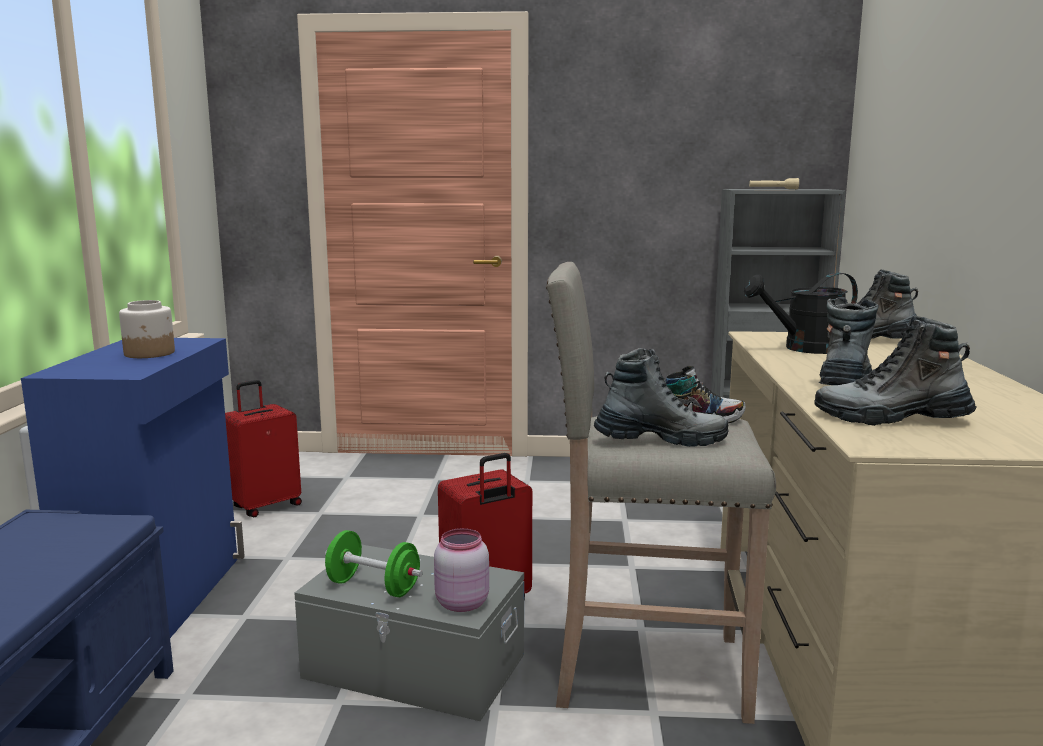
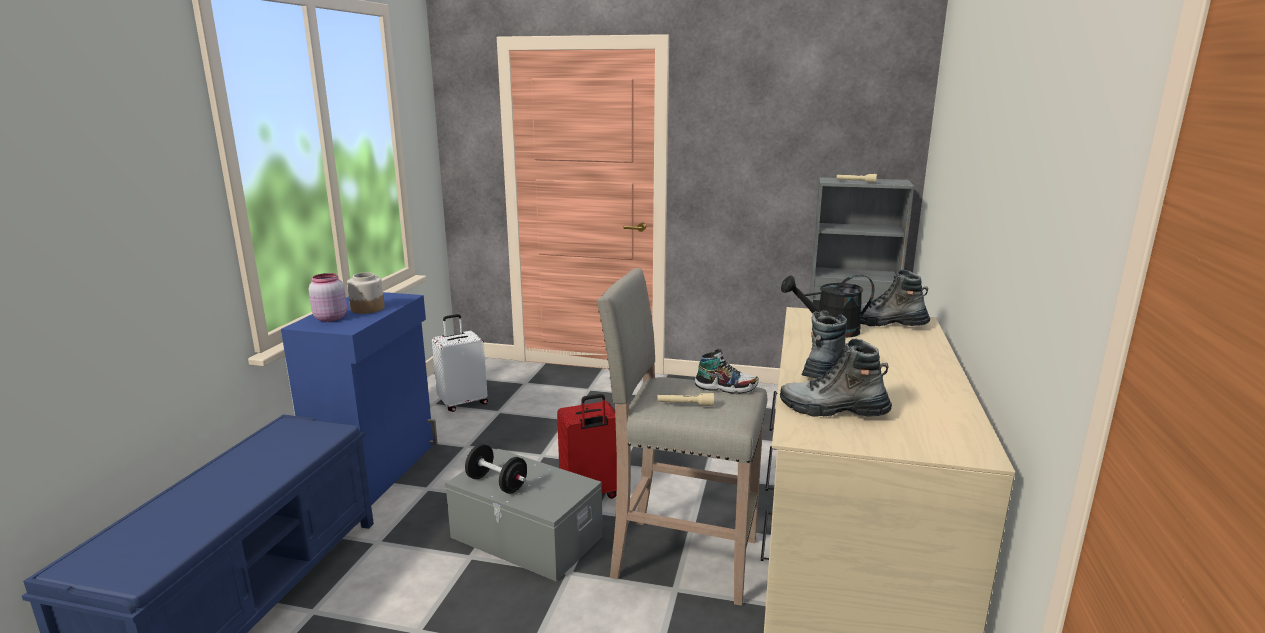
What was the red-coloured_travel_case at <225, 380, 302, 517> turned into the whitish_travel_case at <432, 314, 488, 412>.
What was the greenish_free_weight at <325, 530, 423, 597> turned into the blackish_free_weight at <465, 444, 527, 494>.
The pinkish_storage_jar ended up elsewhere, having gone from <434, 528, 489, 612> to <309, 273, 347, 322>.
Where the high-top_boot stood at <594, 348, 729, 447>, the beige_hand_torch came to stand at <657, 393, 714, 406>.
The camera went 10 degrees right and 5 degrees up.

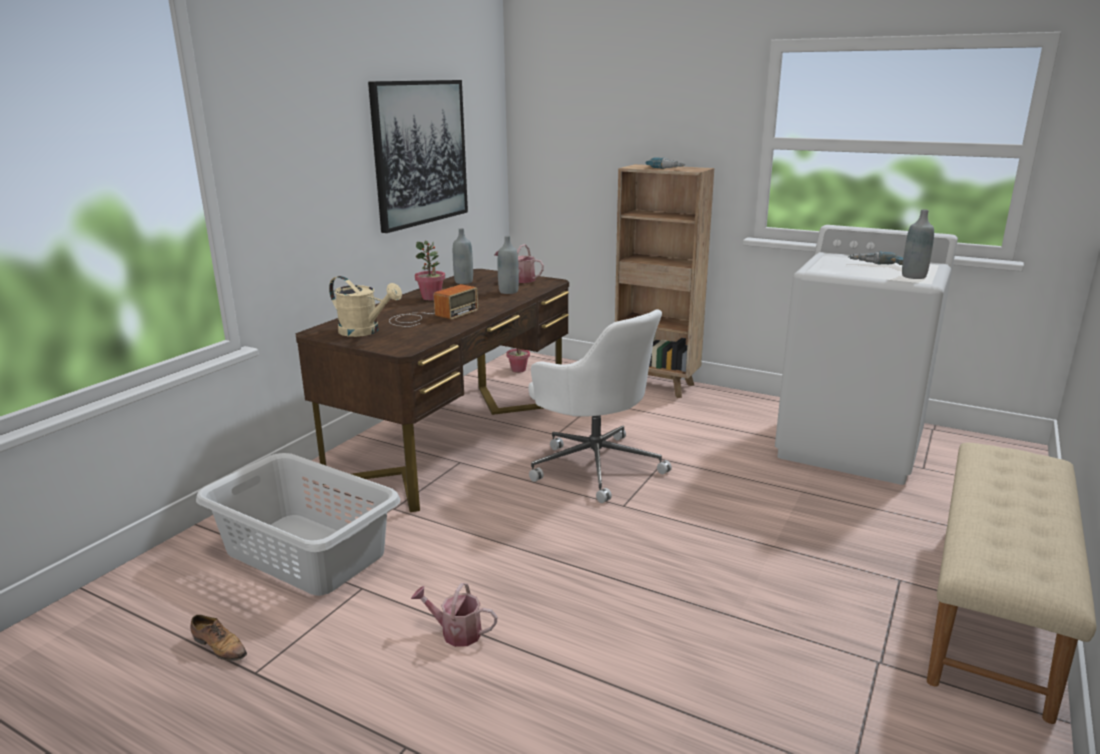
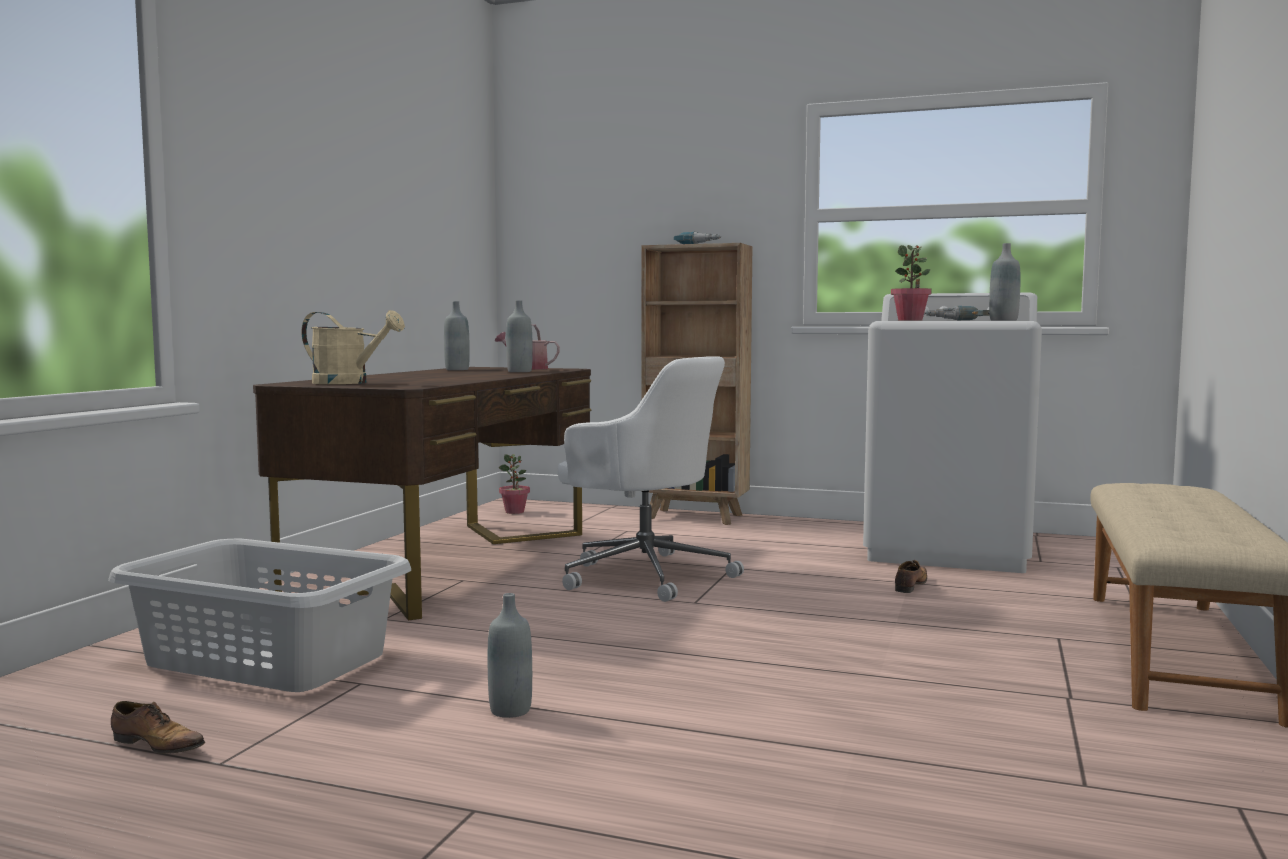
The second view lost the wall_art at <368, 80, 468, 233>.
The second view lost the radio_set at <389, 284, 478, 327>.
Where the watering_pot stood at <411, 583, 497, 647>, the grey_bottle came to stand at <487, 593, 532, 718>.
The plant_in_a_pot ended up elsewhere, having gone from <415, 241, 445, 300> to <891, 245, 932, 321>.
The second view gained the shoe at <895, 560, 927, 593>.
The camera went 10 degrees left and 15 degrees down.

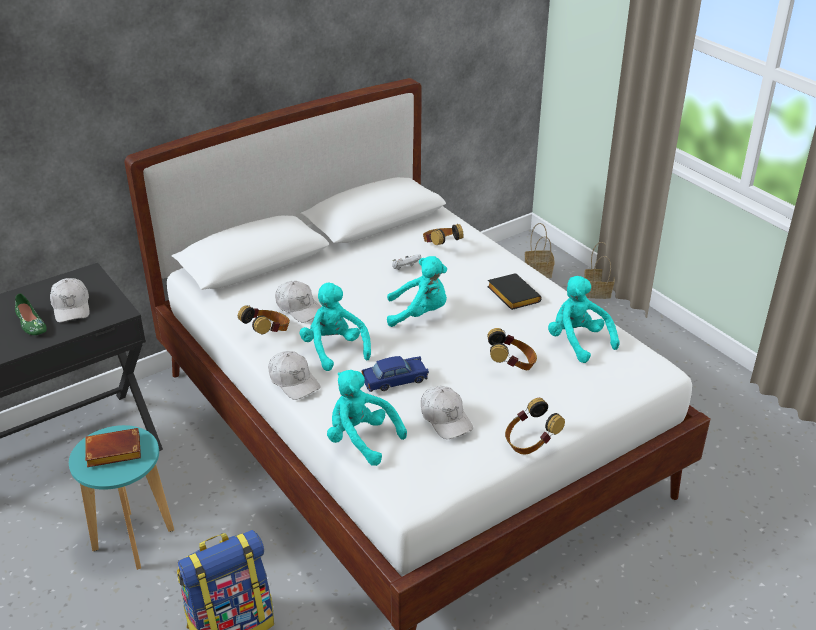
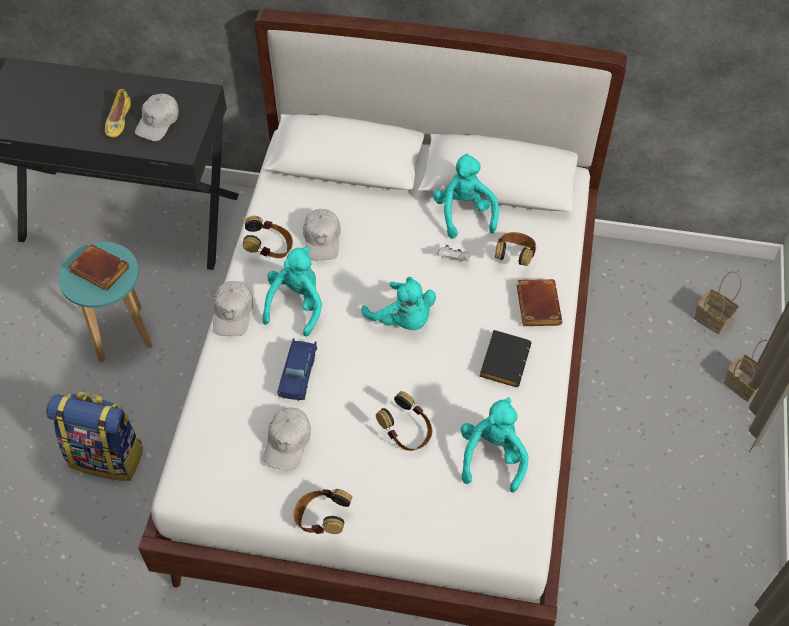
What was the greenish_shoe at <15, 294, 47, 335> turned into the yellow-coloured_shoe at <105, 89, 131, 137>.
The turquoise-coloured_plush_toy ended up elsewhere, having gone from <327, 370, 407, 466> to <433, 153, 499, 239>.
The blue_toy_car at <361, 356, 429, 392> ended up facing another way, 75 degrees clockwise from before.
The second view gained the brown-coloured_bound_book at <517, 279, 562, 326>.
The camera went 45 degrees right and 20 degrees up.

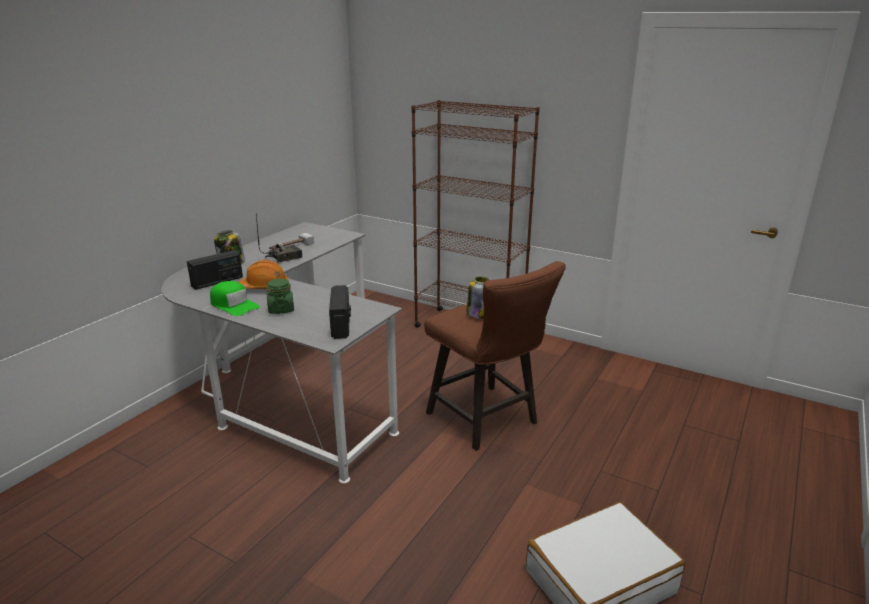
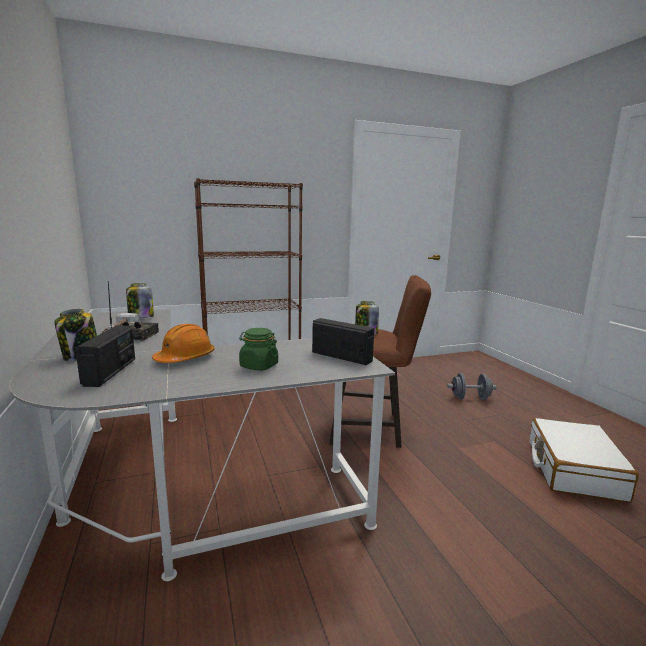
The second view lost the greenish_cap at <210, 281, 260, 316>.
The second view gained the storage_jar at <126, 283, 154, 318>.
The second view gained the grey_free_weight at <447, 373, 497, 400>.
The camera went 50 degrees left and 10 degrees down.

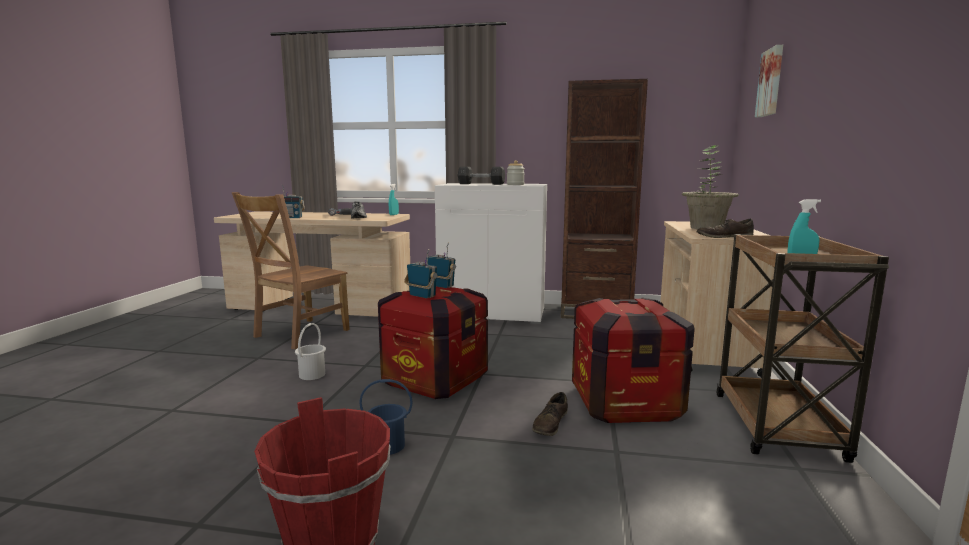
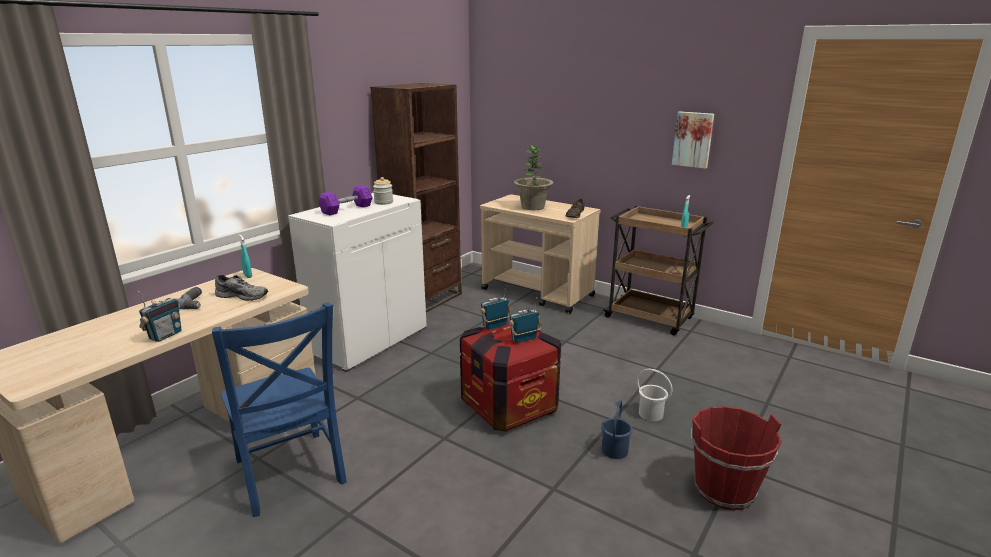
What was the brown-coloured_chair at <232, 192, 350, 349> turned into the blue_chair at <212, 302, 347, 517>.
The whitish_bucket ended up elsewhere, having gone from <295, 323, 326, 380> to <637, 369, 672, 421>.
What was the grey_free_weight at <457, 167, 505, 185> turned into the purple_free_weight at <319, 185, 373, 215>.
The second view lost the brown-coloured_shoe at <532, 392, 568, 436>.
The second view lost the shipping_crate at <572, 298, 695, 423>.
The wall_art ended up elsewhere, having gone from <755, 45, 783, 117> to <672, 111, 714, 169>.
The camera went 65 degrees left and 10 degrees up.

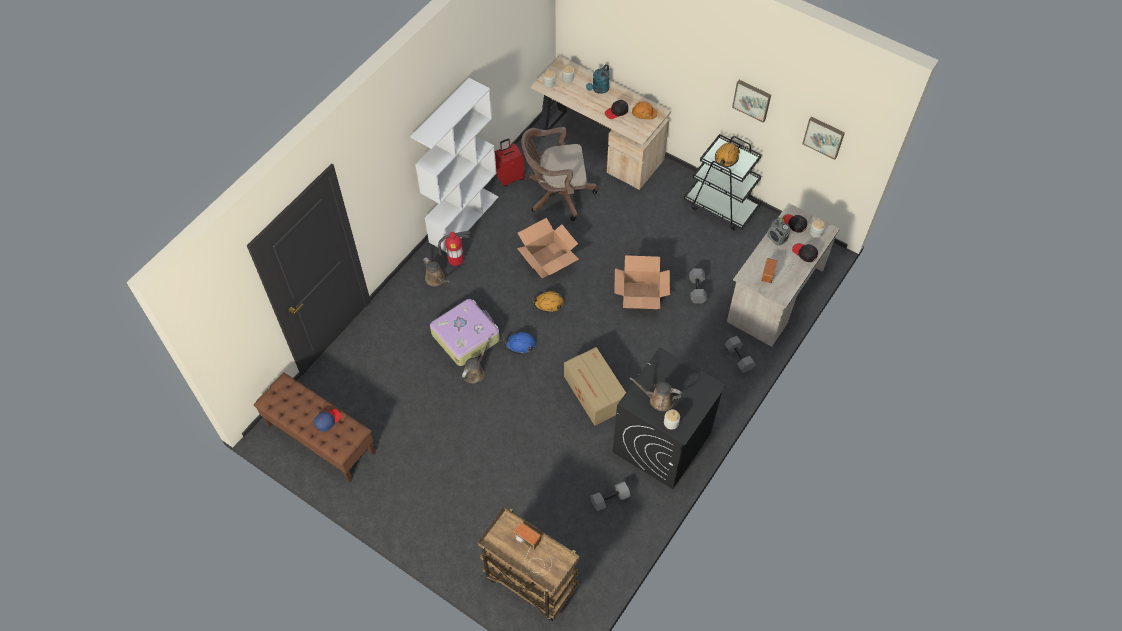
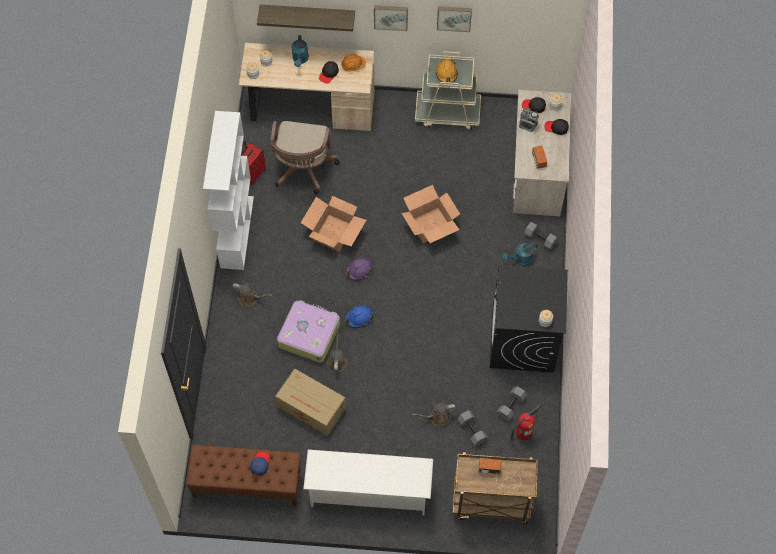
The fire_extinguisher ended up elsewhere, having gone from <438, 231, 471, 266> to <510, 405, 542, 441>.
The brown-coloured_computer_chair at <521, 127, 597, 221> ended up facing another way, 45 degrees counterclockwise from before.
What was the orangey_work_helmet at <533, 291, 564, 313> turned into the purple_work_helmet at <346, 258, 373, 280>.
The carton ended up elsewhere, having gone from <564, 347, 626, 426> to <275, 369, 346, 436>.
The brown-coloured_watering_pot ended up elsewhere, having gone from <630, 377, 682, 411> to <412, 403, 456, 426>.
What was the blackish_cart at <684, 134, 761, 231> turned into the beige_cart at <415, 51, 481, 130>.
The grey_free_weight ended up elsewhere, having gone from <689, 268, 707, 304> to <458, 410, 488, 446>.
The wall_art ended up elsewhere, having gone from <802, 117, 845, 160> to <374, 5, 408, 31>.
The second view gained the bracket_shelf at <257, 5, 355, 32>.
The second view gained the whitish_shoe_stand at <303, 450, 433, 515>.
The second view gained the turquoise-coloured_watering_pot at <502, 243, 537, 266>.
The camera went 30 degrees left and 5 degrees up.

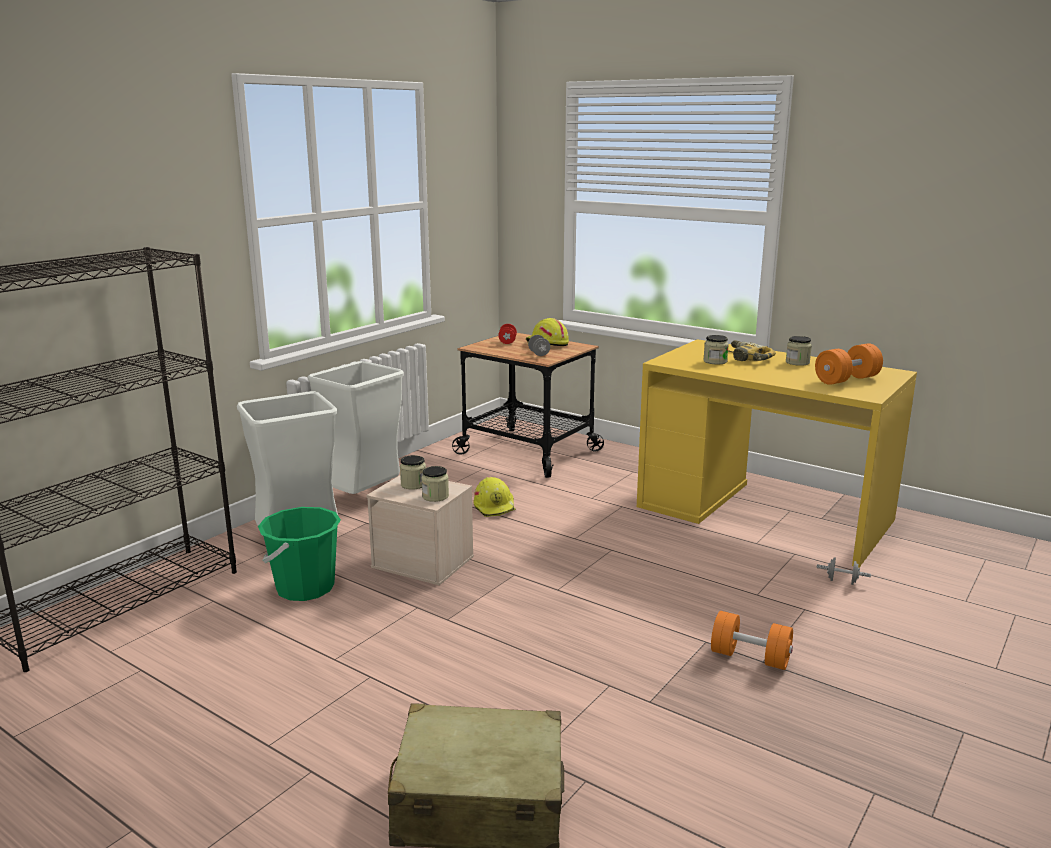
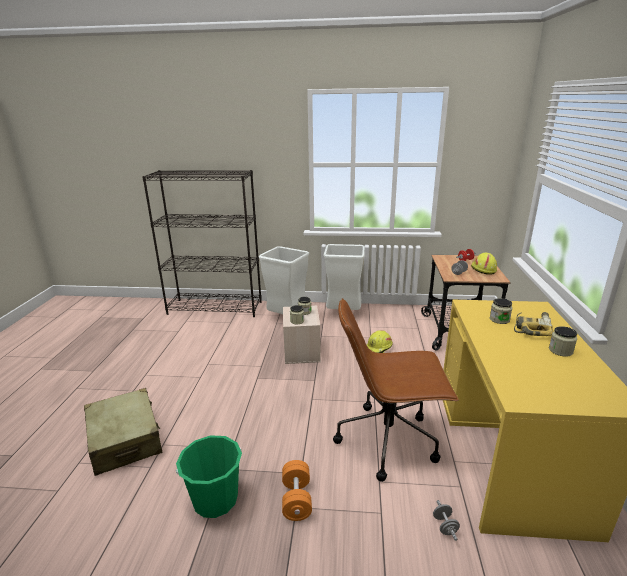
The greenish_bucket ended up elsewhere, having gone from <258, 507, 341, 601> to <176, 435, 242, 518>.
The second view lost the orangey_free_weight at <815, 343, 883, 385>.
The second view gained the brown-coloured_computer_chair at <333, 298, 459, 482>.
The camera went 60 degrees right and 5 degrees up.

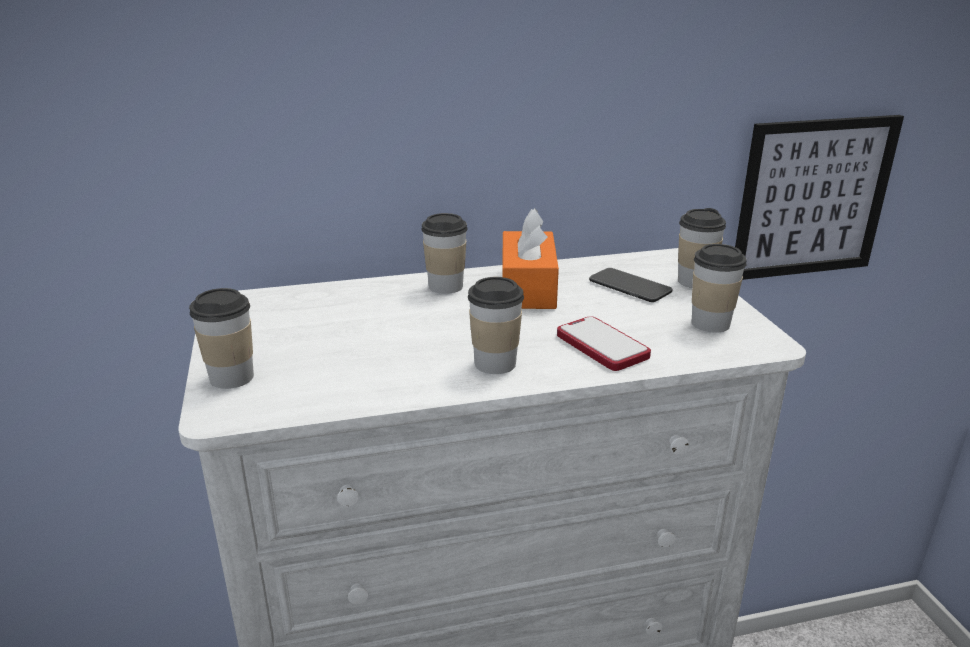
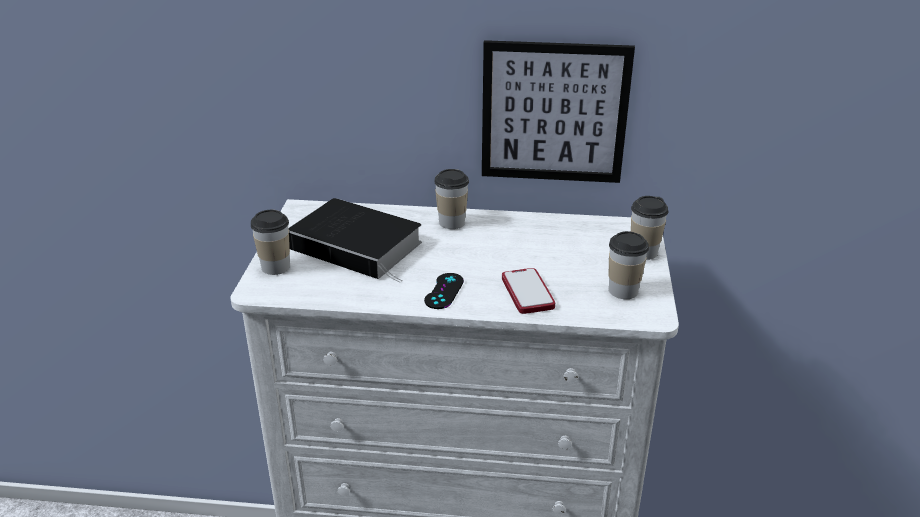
Where the drinking_cup stood at <468, 277, 524, 374>, the blackish_game_controller came to stand at <424, 273, 464, 309>.
The second view lost the orangey_tissue_box at <502, 208, 559, 309>.
The second view lost the telephone at <589, 268, 673, 302>.
The wall_art ended up elsewhere, having gone from <735, 115, 904, 280> to <482, 40, 635, 183>.
The second view gained the bound_book at <288, 198, 422, 282>.
The camera went 20 degrees right and 5 degrees up.

